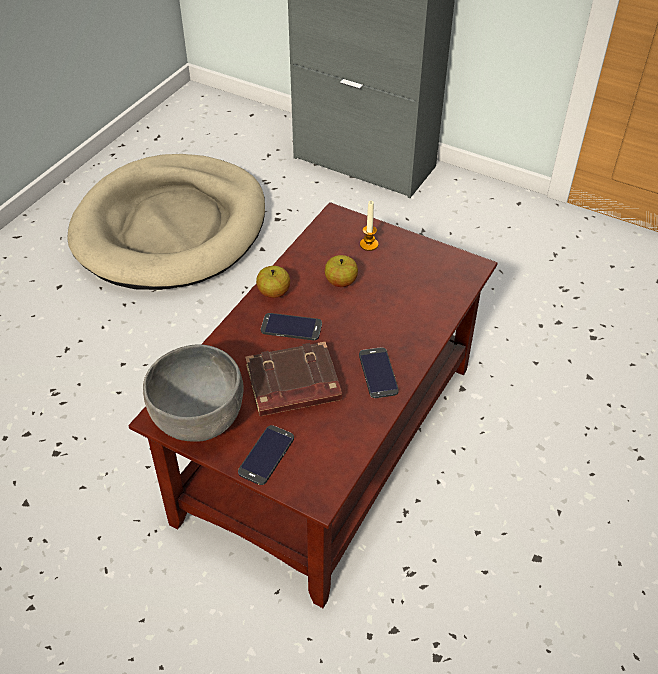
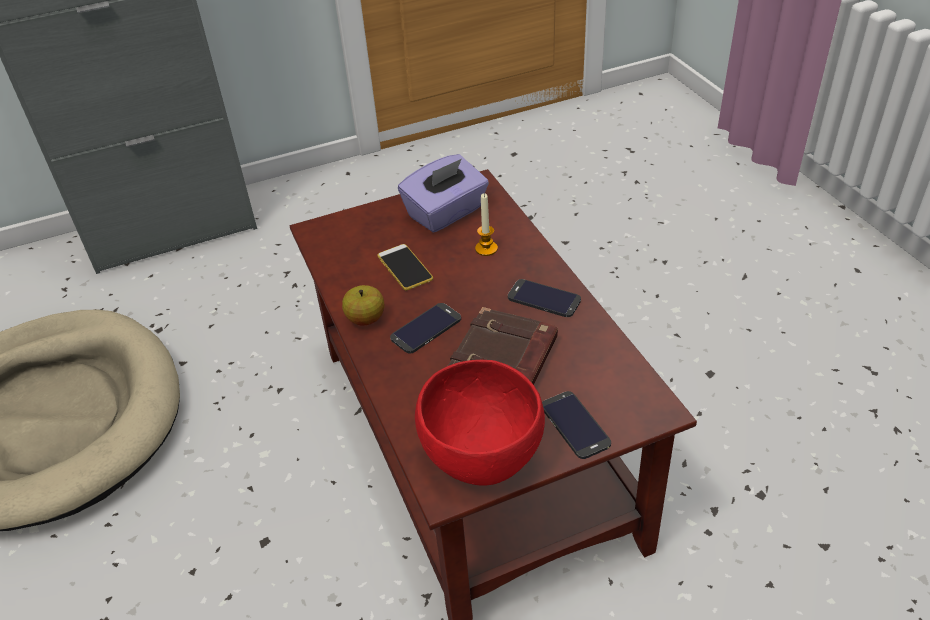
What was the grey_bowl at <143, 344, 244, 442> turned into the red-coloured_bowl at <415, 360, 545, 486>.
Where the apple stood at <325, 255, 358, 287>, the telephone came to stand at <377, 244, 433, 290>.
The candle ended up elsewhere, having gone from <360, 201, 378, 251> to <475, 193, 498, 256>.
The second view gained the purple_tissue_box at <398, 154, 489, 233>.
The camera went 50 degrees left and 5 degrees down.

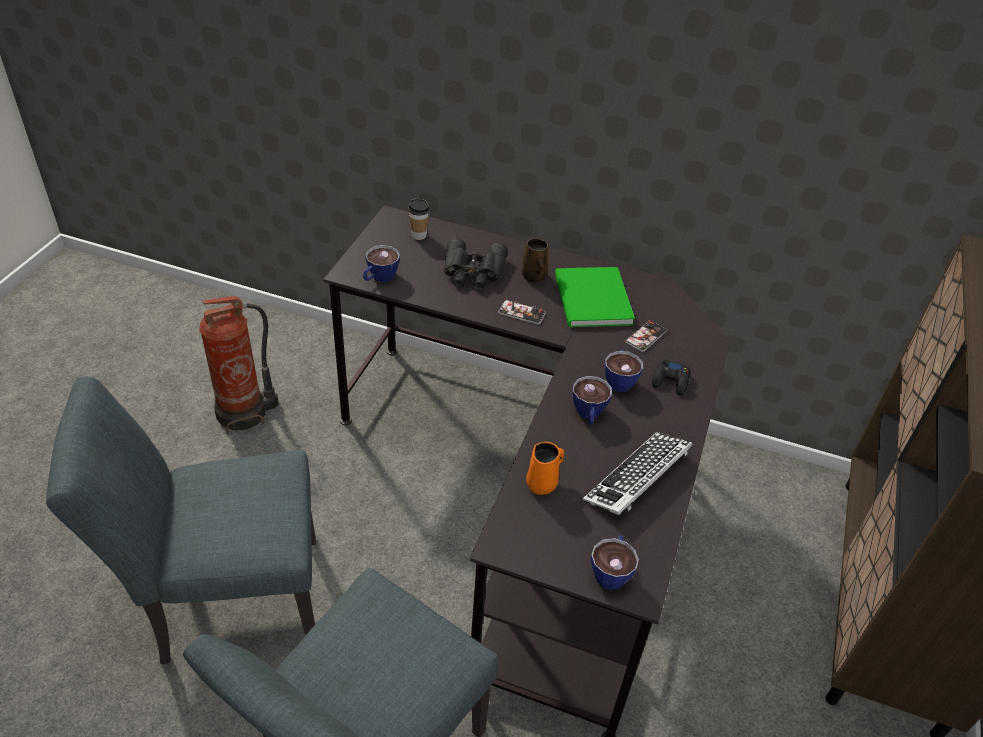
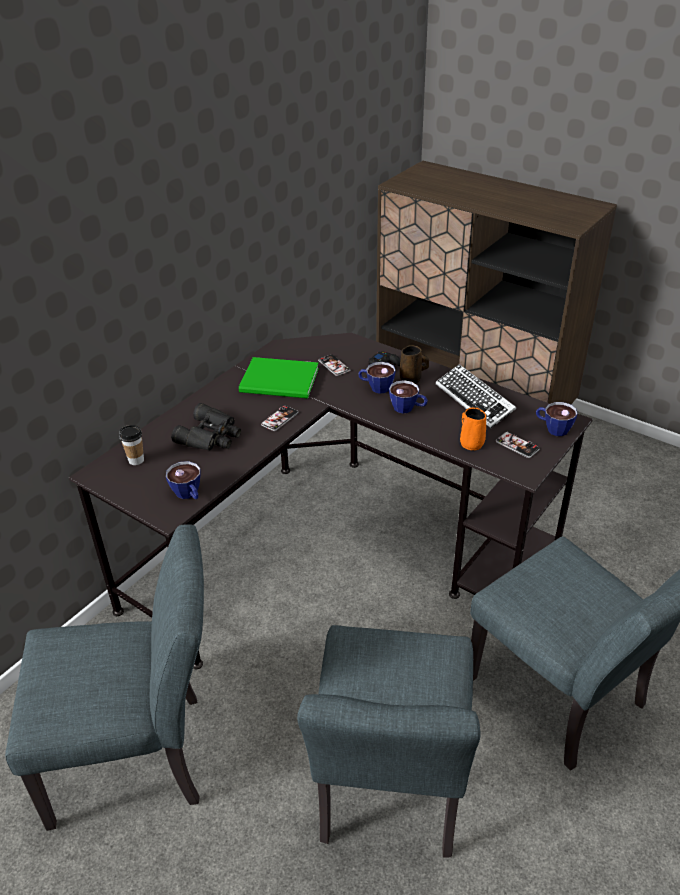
Where the fire_extinguisher stood at <199, 296, 279, 434>, the grey_chair came to stand at <5, 524, 204, 831>.
The brown-coloured_tea_mug ended up elsewhere, having gone from <522, 238, 548, 283> to <399, 345, 429, 384>.
The second view gained the telephone at <496, 431, 540, 458>.
The camera went 70 degrees left and 5 degrees down.

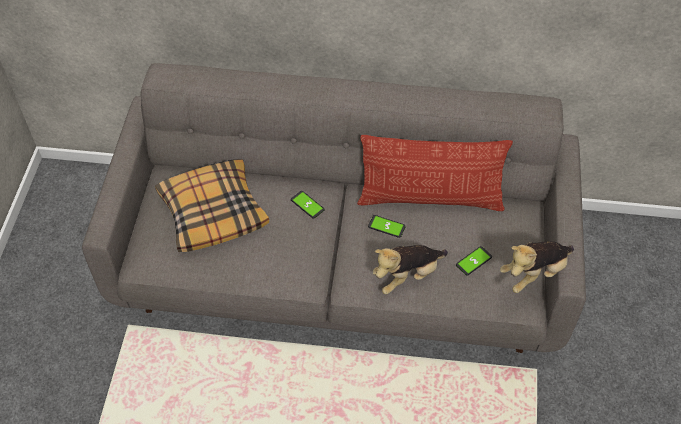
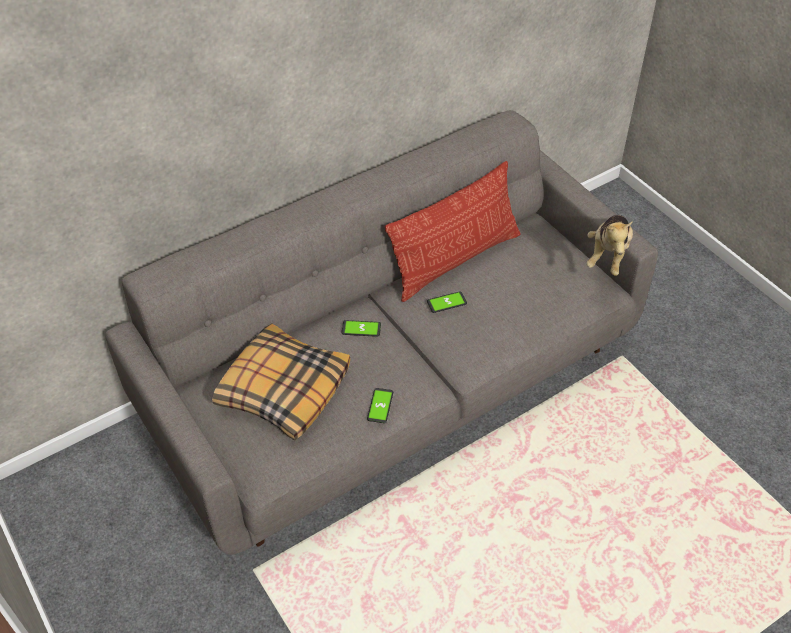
The second view lost the plush_toy at <373, 245, 448, 294>.
The telephone ended up elsewhere, having gone from <456, 246, 492, 276> to <367, 388, 393, 423>.
The camera went 40 degrees left and 5 degrees down.

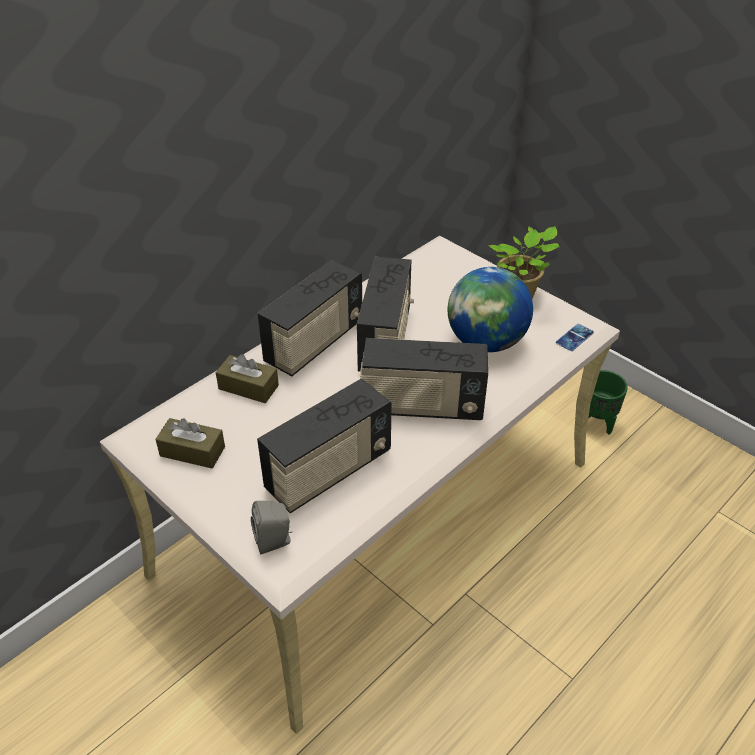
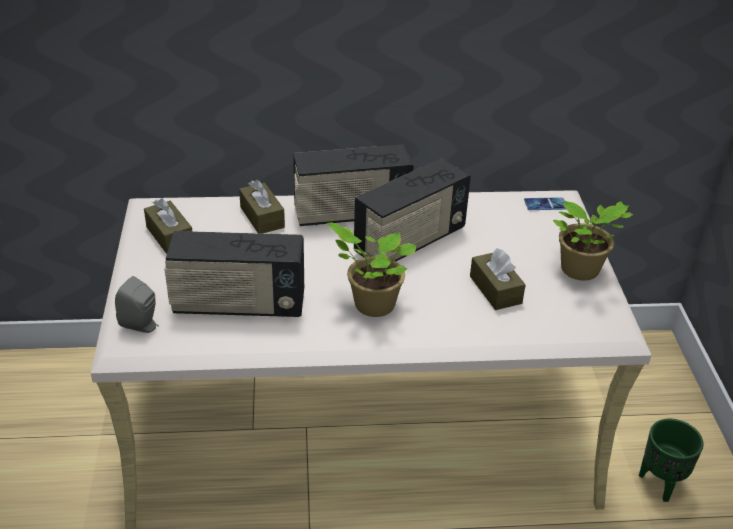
Where the radio_set stood at <360, 338, 488, 420>, the plant_in_a_pot came to stand at <327, 223, 417, 317>.
Where the world_globe stood at <448, 267, 533, 352>, the brown-coloured_tissue_box came to stand at <470, 248, 526, 310>.
The telephone ended up elsewhere, having gone from <556, 324, 594, 351> to <524, 197, 567, 210>.
The camera went 40 degrees right and 5 degrees down.

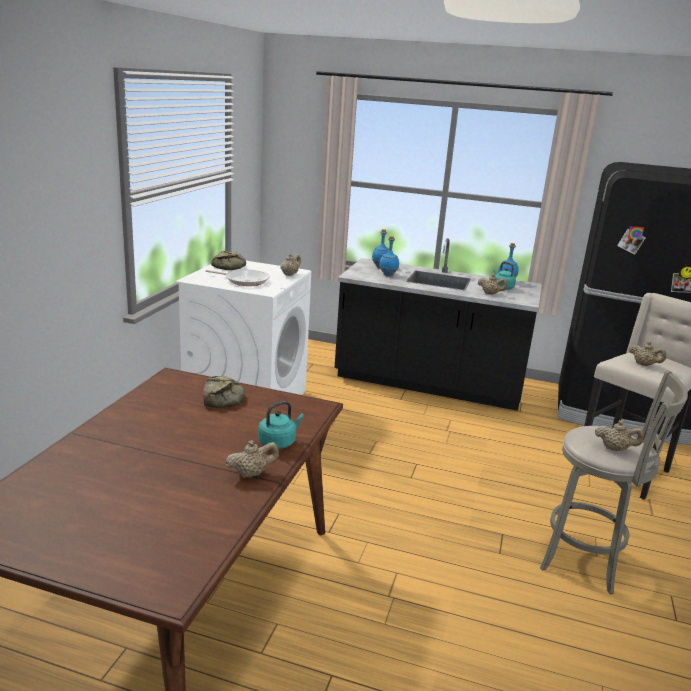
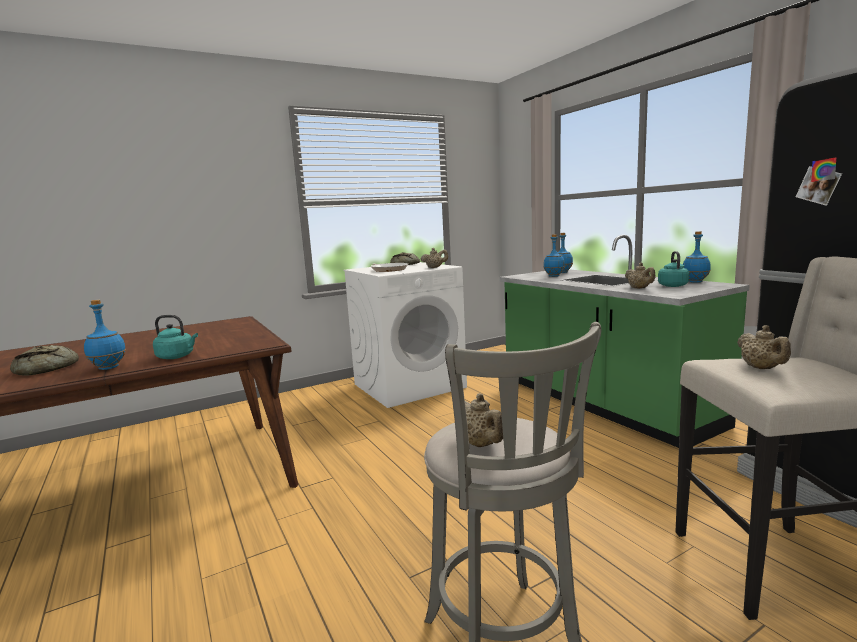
The baked_bread ended up elsewhere, having gone from <203, 376, 245, 408> to <10, 345, 79, 376>.
Where the beige_tea_pot stood at <225, 440, 279, 478>, the blue_bottle came to stand at <84, 300, 126, 370>.
What was the blackish_kitchen_counter at <335, 238, 542, 411> turned into the greenish_kitchen_counter at <499, 235, 750, 448>.
The camera went 45 degrees right and 10 degrees down.

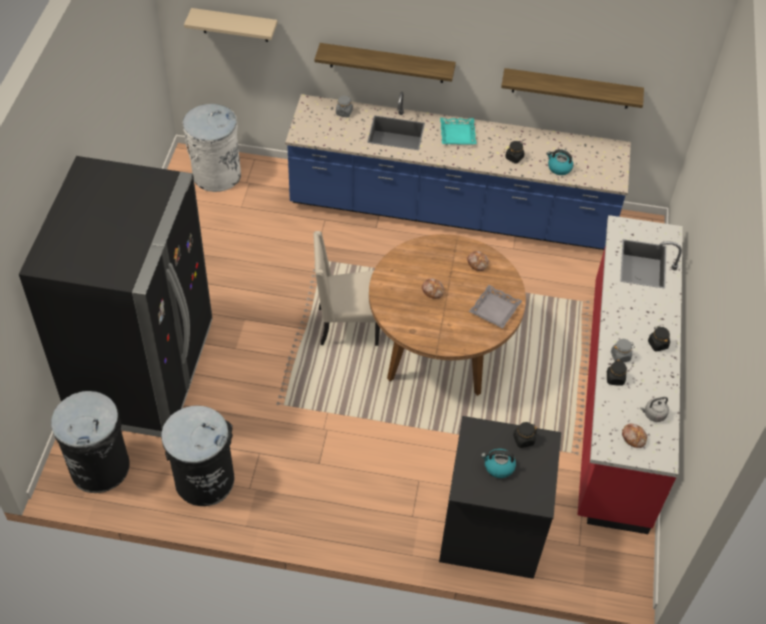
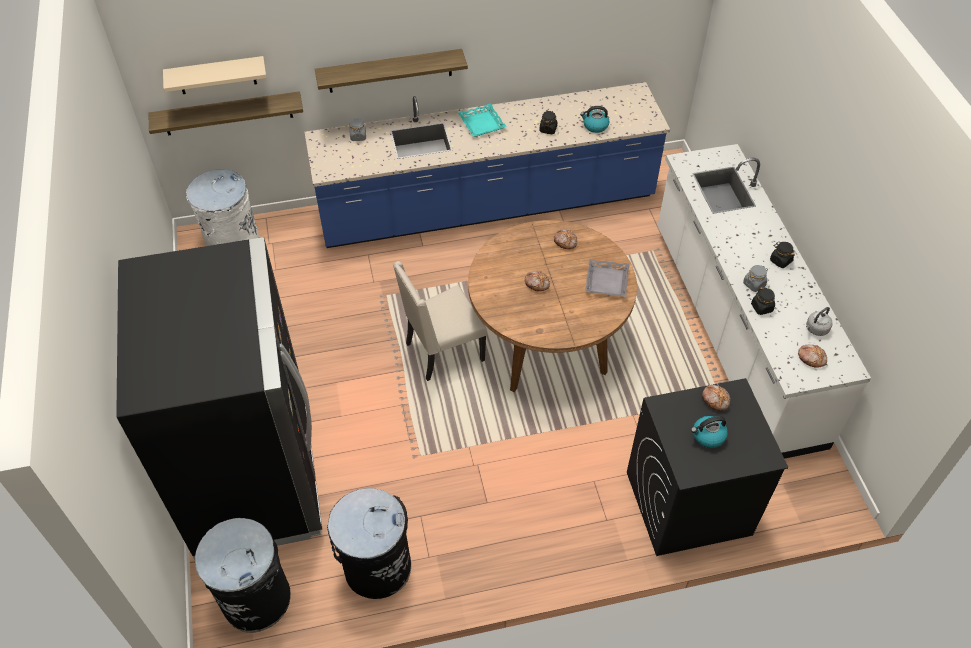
The bracket_shelf ended up elsewhere, having gone from <501, 68, 644, 109> to <149, 91, 303, 135>.
Where the blackish_storage_jar stood at <513, 422, 537, 448>, the baked_bread came to stand at <702, 385, 730, 411>.
What was the red-coloured_kitchen_counter at <577, 215, 683, 534> turned into the whitish_kitchen_counter at <658, 144, 871, 459>.
The camera went 20 degrees left and 0 degrees up.

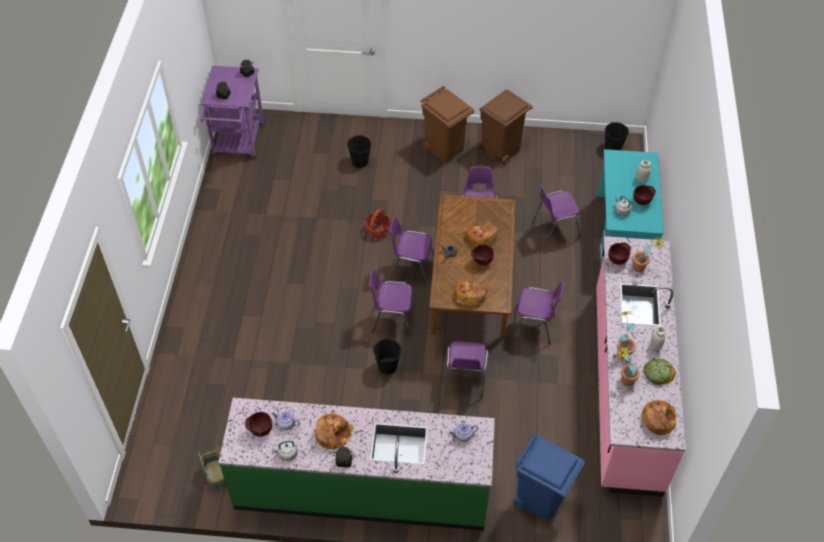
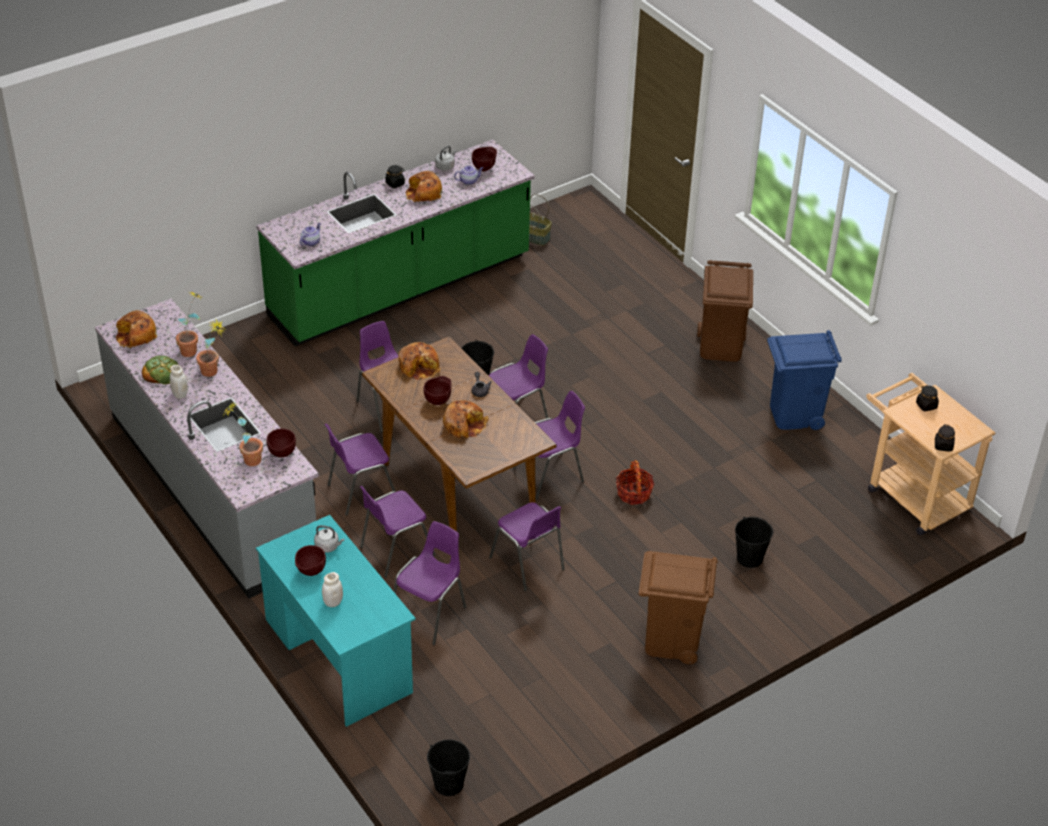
What was the purple_cart at <200, 66, 265, 158> turned into the beige_cart at <866, 373, 995, 535>.
The brown-coloured_rubbish_bin ended up elsewhere, having gone from <478, 90, 533, 165> to <697, 260, 753, 362>.
The blue_rubbish_bin ended up elsewhere, having gone from <513, 434, 585, 520> to <767, 330, 842, 430>.
What was the pinkish_kitchen_counter at <596, 236, 686, 497> turned into the grey_kitchen_counter at <95, 299, 319, 599>.
The second view gained the purple_chair at <360, 486, 436, 578>.
The camera went 140 degrees right and 10 degrees down.

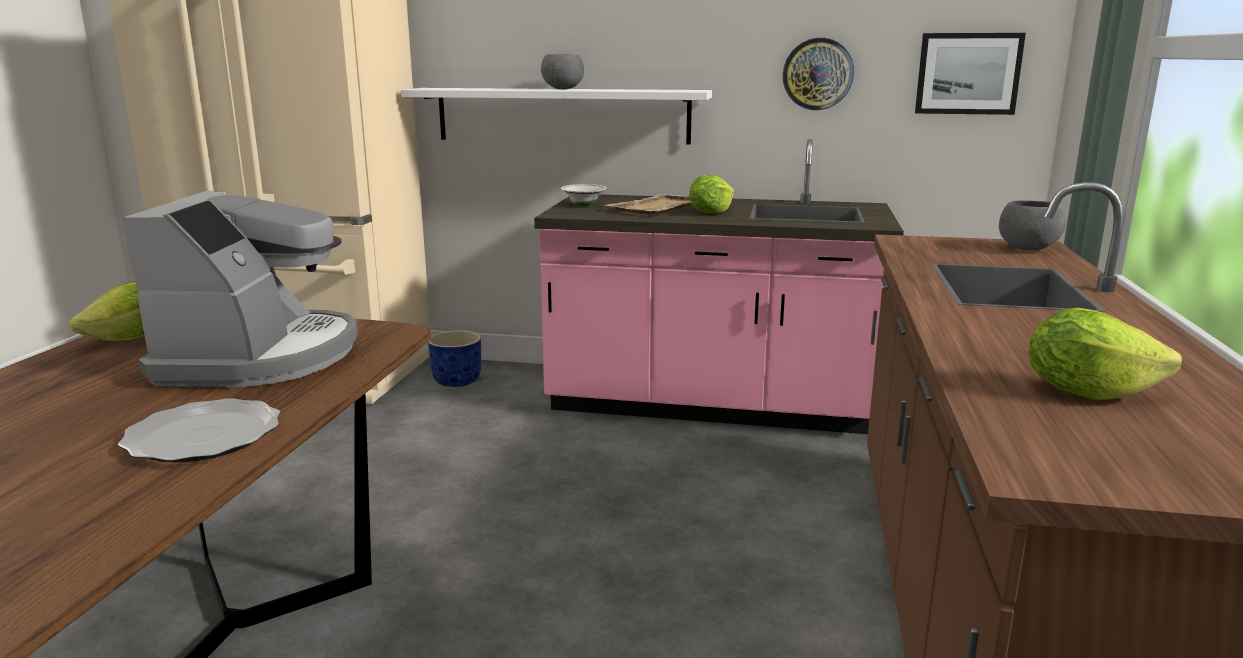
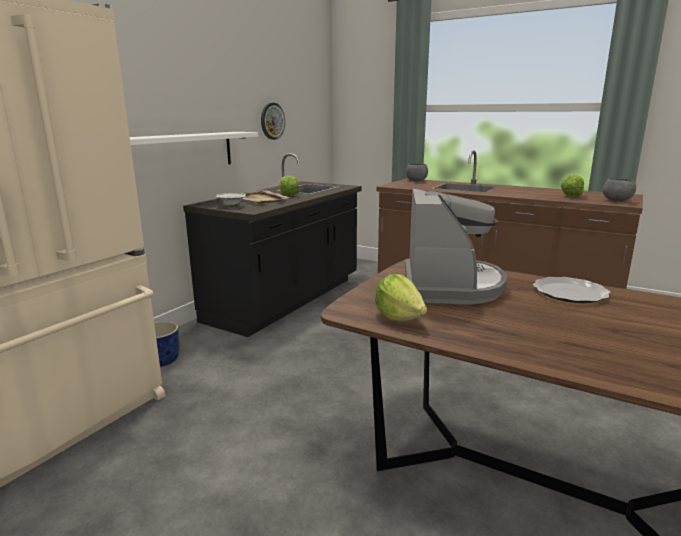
The coffee_maker at <123, 190, 358, 387> ended up facing another way, 75 degrees clockwise from before.
What was the pinkish_kitchen_counter at <534, 139, 904, 434> turned into the blackish_kitchen_counter at <183, 153, 362, 337>.
The grey_bowl ended up elsewhere, having gone from <541, 54, 584, 90> to <603, 178, 636, 202>.
The second view lost the wall_art at <915, 33, 1026, 115>.
The camera went 70 degrees left and 0 degrees up.

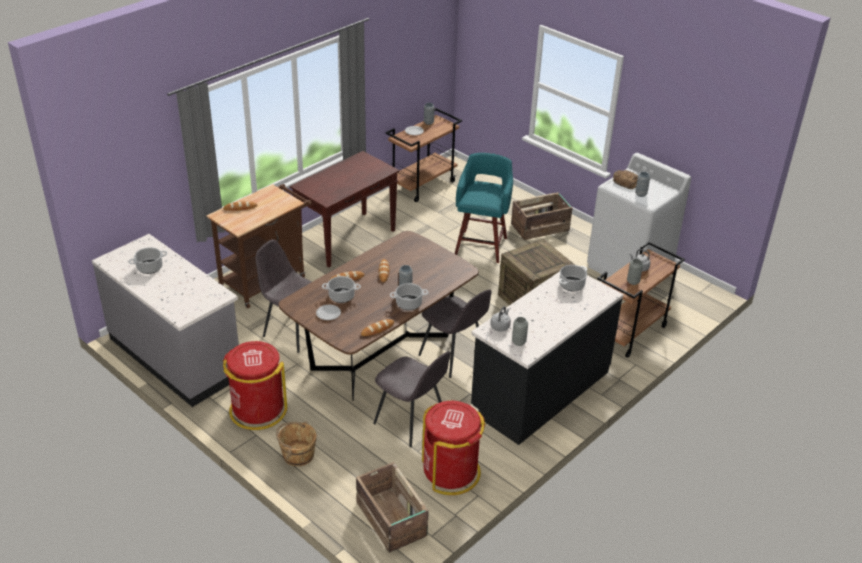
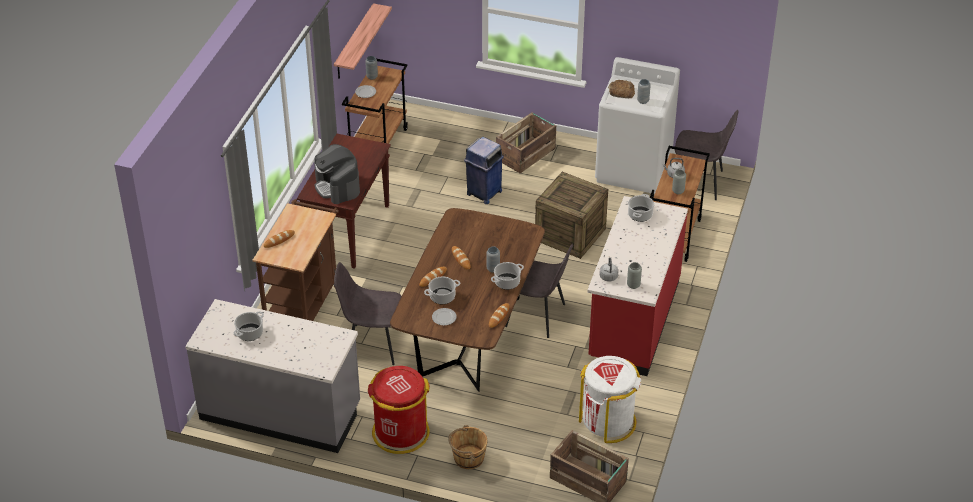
The grey_chair ended up elsewhere, having gone from <373, 351, 450, 447> to <675, 110, 738, 200>.
What was the red-coloured_rubbish_bin at <422, 401, 486, 495> turned into the whitish_rubbish_bin at <579, 356, 641, 443>.
Where the turquoise-coloured_stool stood at <455, 153, 513, 263>, the blue_rubbish_bin came to stand at <464, 137, 504, 204>.
What was the blackish_kitchen_counter at <471, 271, 623, 445> turned into the red-coloured_kitchen_counter at <587, 196, 688, 376>.
The second view gained the coffee_maker at <314, 144, 360, 204>.
The second view gained the bracket_shelf at <334, 3, 392, 79>.
The camera went 25 degrees left and 5 degrees up.

